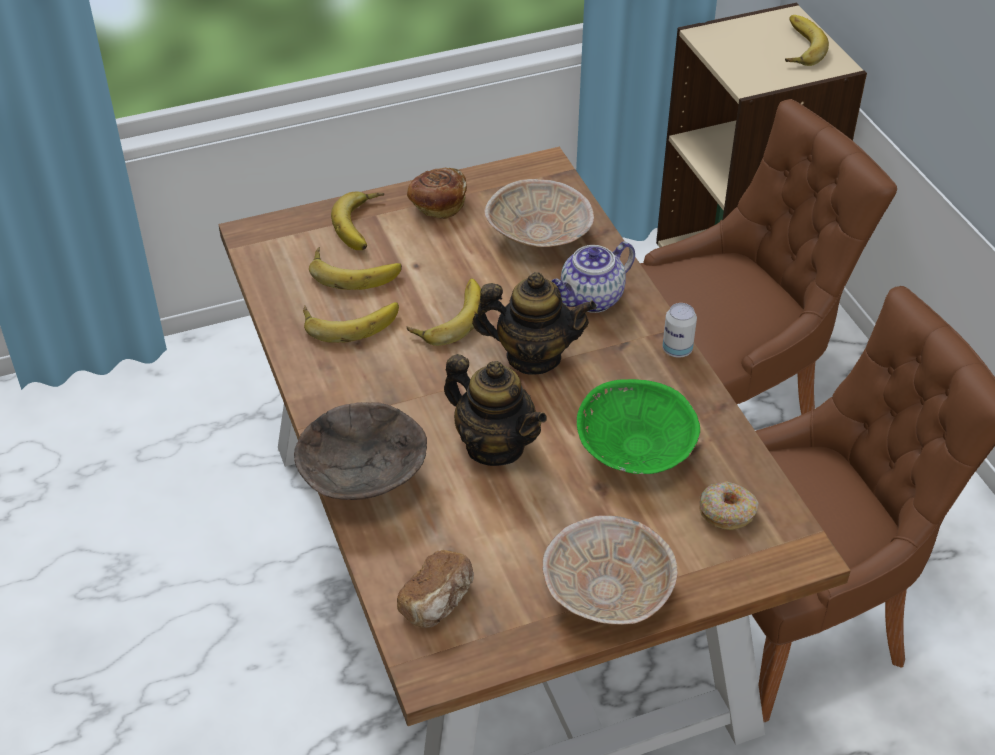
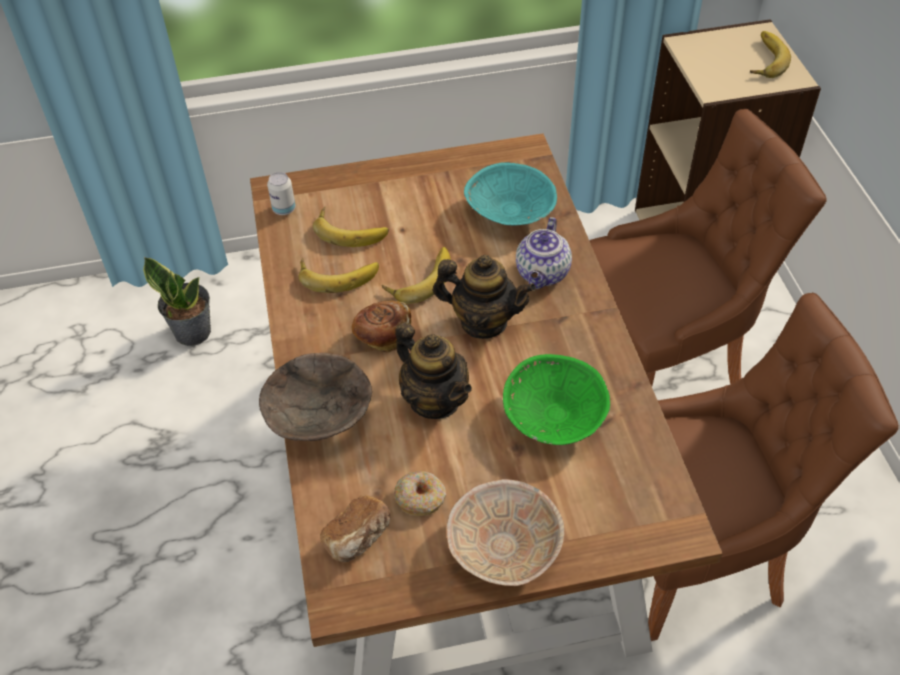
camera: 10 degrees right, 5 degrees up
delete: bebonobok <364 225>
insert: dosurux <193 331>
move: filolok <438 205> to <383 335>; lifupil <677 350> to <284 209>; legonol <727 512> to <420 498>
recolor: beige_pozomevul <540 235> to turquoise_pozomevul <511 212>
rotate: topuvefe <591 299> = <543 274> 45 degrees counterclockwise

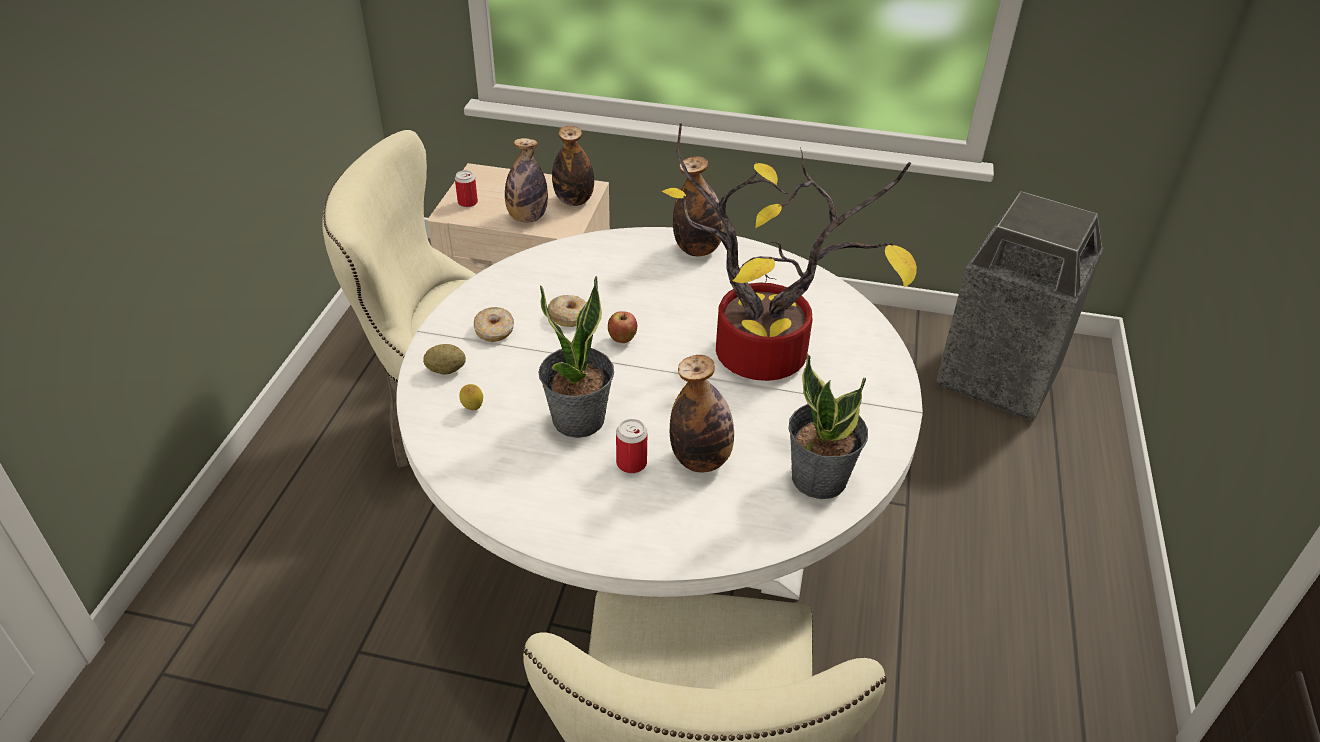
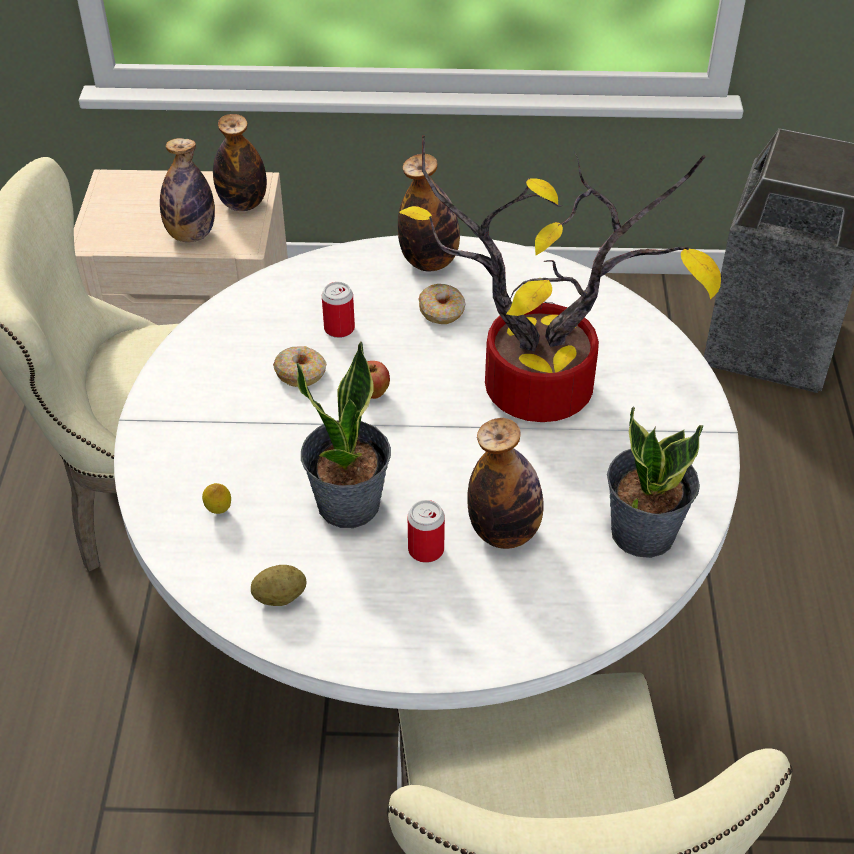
camera: 10 degrees left, 5 degrees up
move: lifupil <467 202> to <339 328>; legonol <494 331> to <442 311>; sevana <446 370> to <280 597>

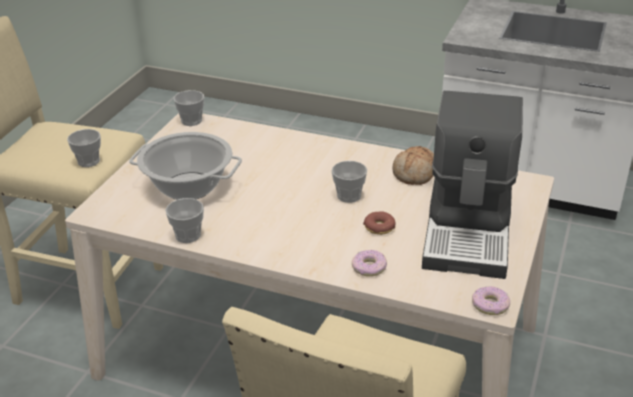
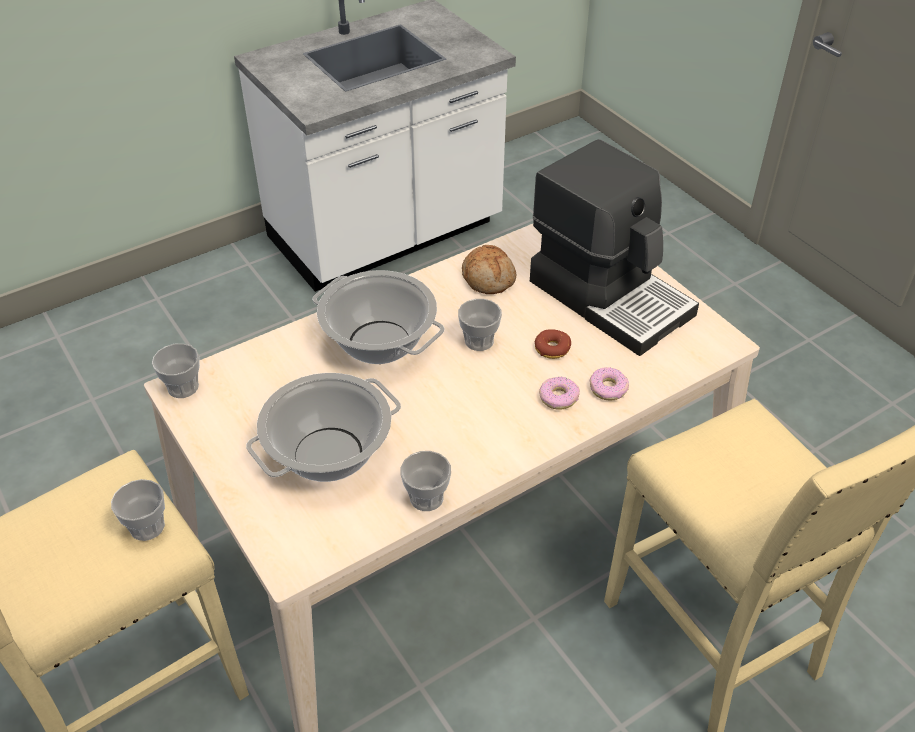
camera: 55 degrees left, 10 degrees up
insert: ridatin <378 343>
move: legonol <490 305> to <558 397>

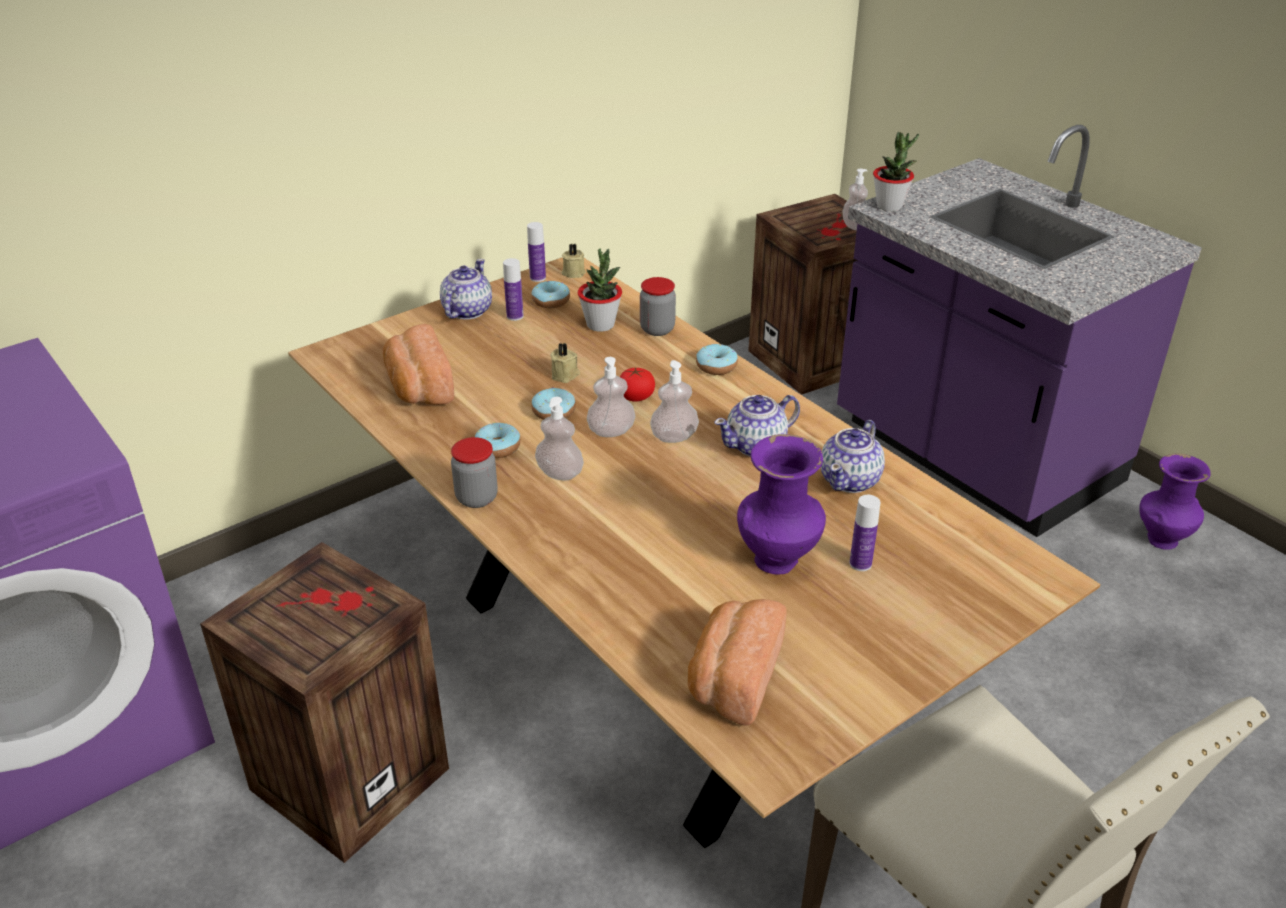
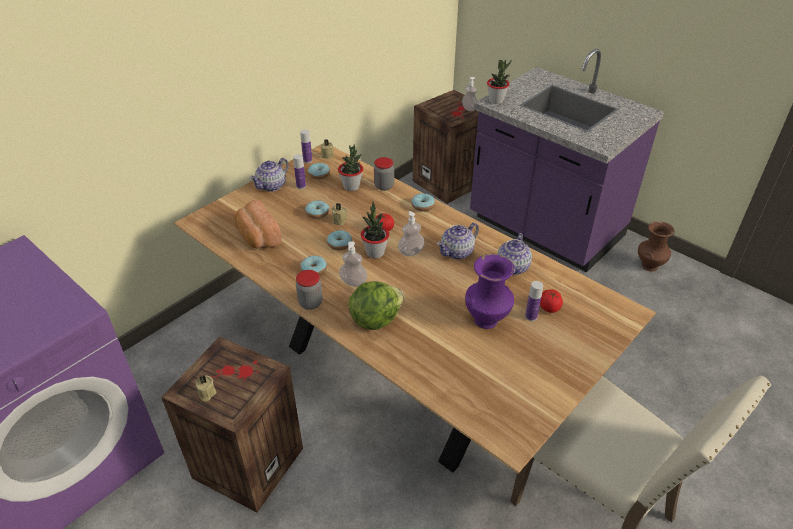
camera: 10 degrees left, 5 degrees up
delete: filolok <733 678>
insert: legonol <317 213>; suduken <375 319>; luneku <549 307>; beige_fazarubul <206 393>
replace: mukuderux <611 431> to dosurux <375 252>
recolor: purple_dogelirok <1161 541> to brown_dogelirok <649 266>
rotate: topuvefe <466 311> = <272 186> 150 degrees counterclockwise

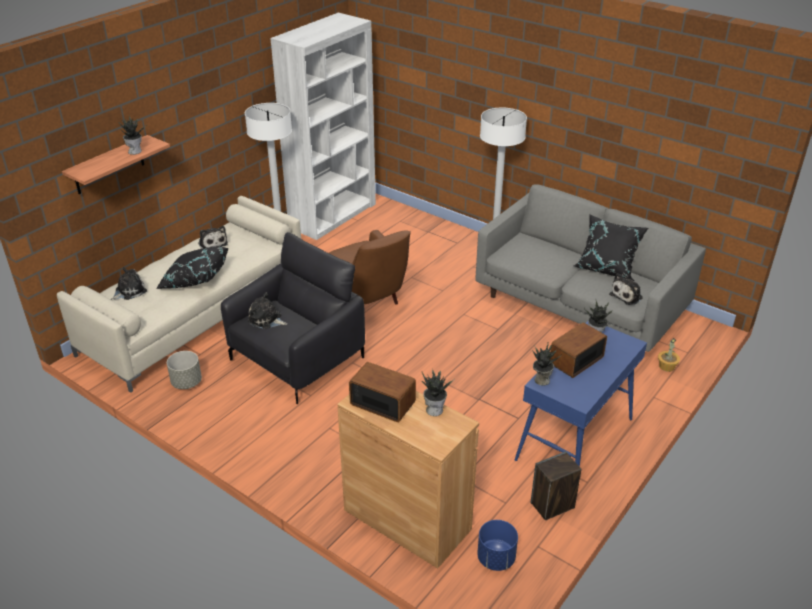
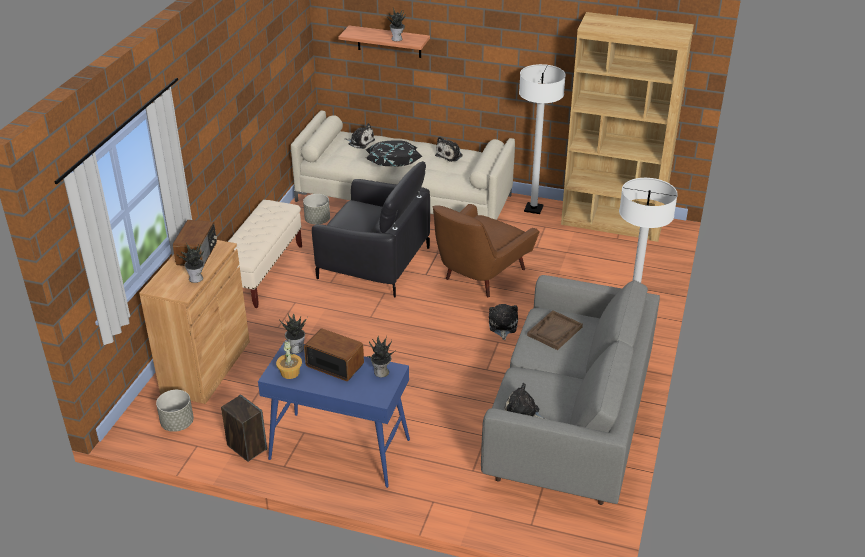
camera: 70 degrees right, 0 degrees up
delete: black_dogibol <607 268>
insert: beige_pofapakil <262 272>; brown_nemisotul <554 331>
move: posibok <266 320> to <502 326>; dosurux <667 366> to <290 373>
recolor: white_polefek <333 215> to brown_polefek <612 222>; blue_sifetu <495 558> to grey_sifetu <177 423>

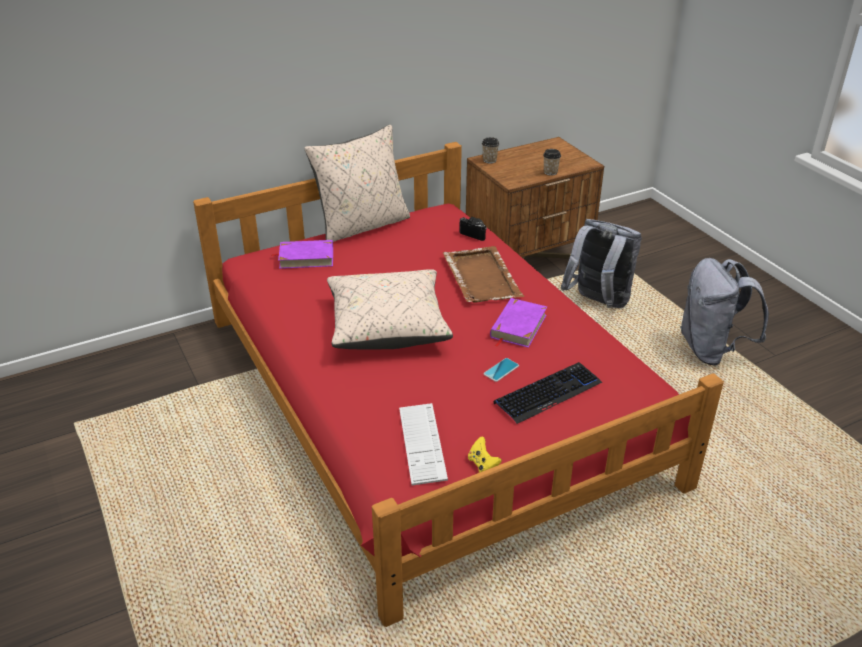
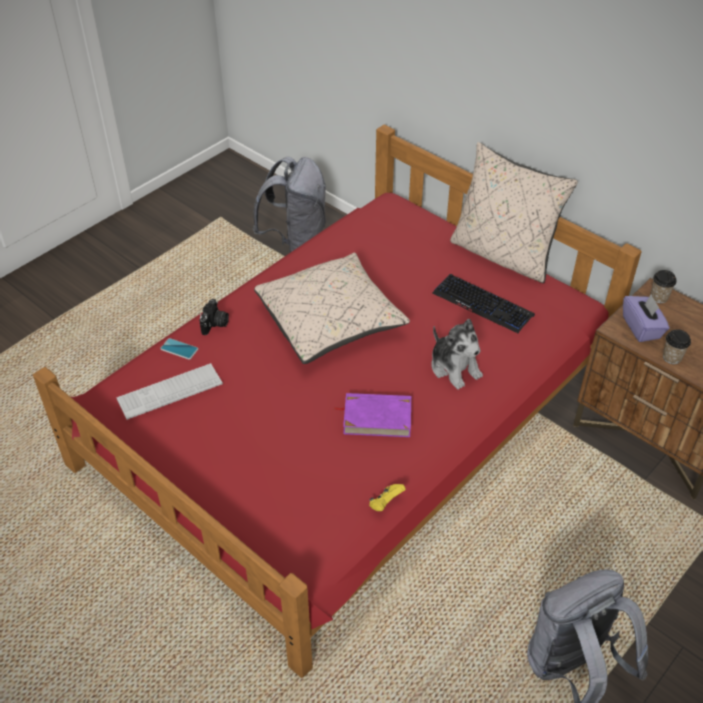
camera: 70 degrees right, 10 degrees up
delete: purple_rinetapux <306 257>
insert: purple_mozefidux <642 328>
move: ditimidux <474 234> to <215 324>; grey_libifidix <597 303> to <295 241>; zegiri <501 370> to <179 349>; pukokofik <548 393> to <483 304>; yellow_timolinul <483 465> to <385 503>
replace: brown_nemisotul <481 277> to posibok <454 368>

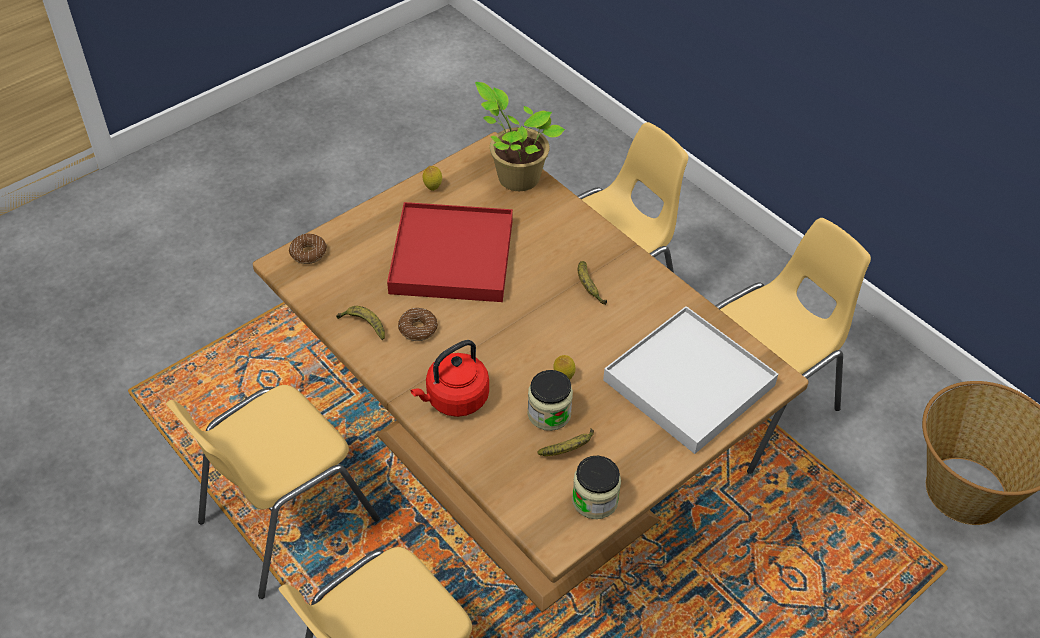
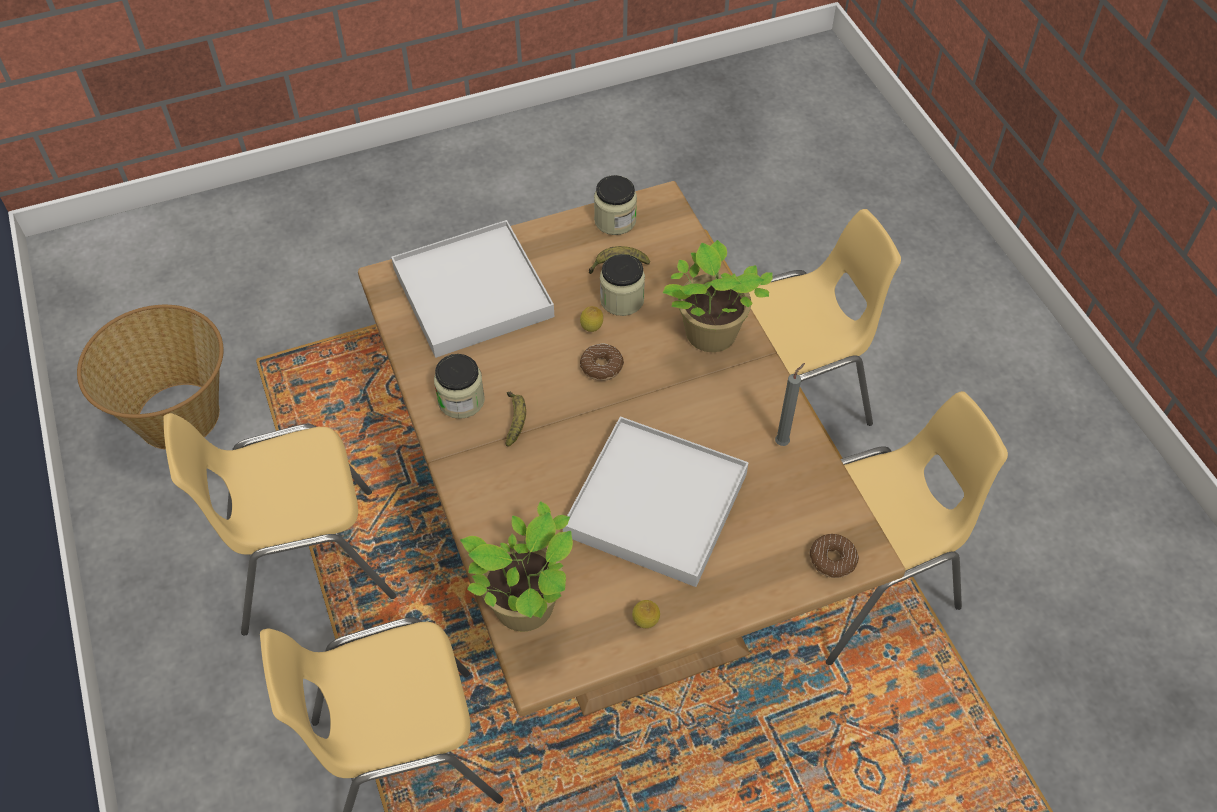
camera: 160 degrees left, 5 degrees up
insert: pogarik <461 400>
move: legonol <418 329> to <601 366>
replace: bebonobok <363 325> to grey_fazarubul <783 442>; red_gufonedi <454 399> to dosurux <709 336>
recolor: red_nemisotul <452 257> to white_nemisotul <656 504>

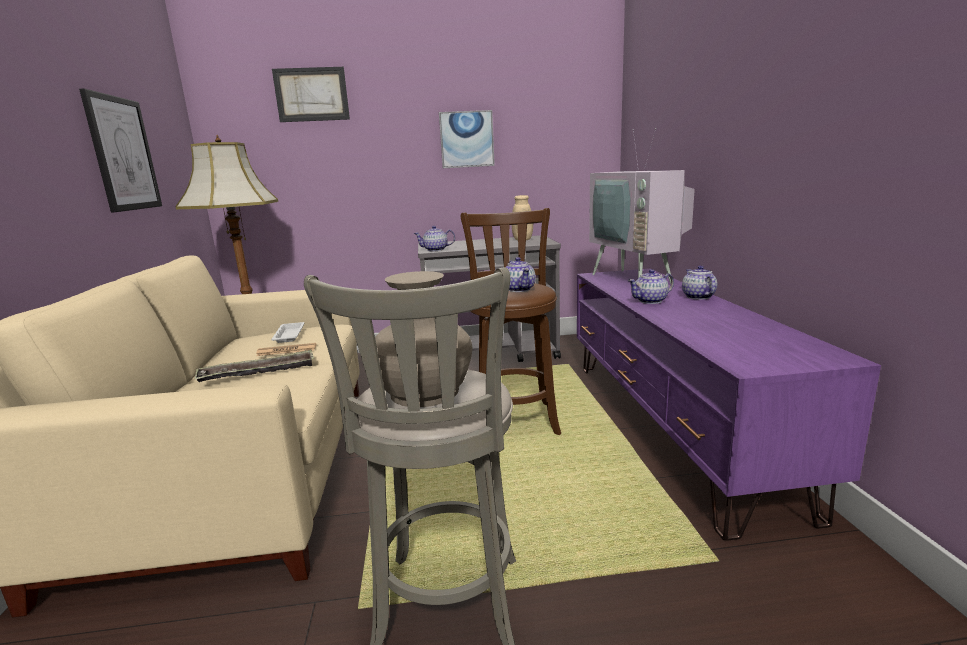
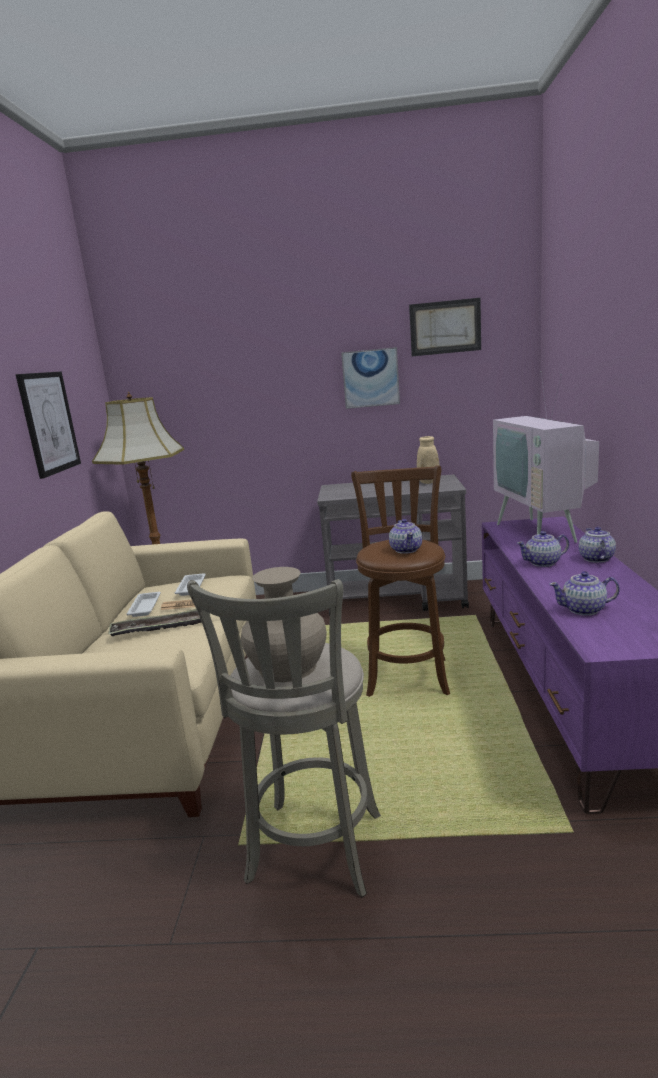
camera: 10 degrees right, 0 degrees up
insert: white_nemisotul <145 607>
move: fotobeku <311 94> to <445 327>; topuvefe <436 250> to <584 610>

